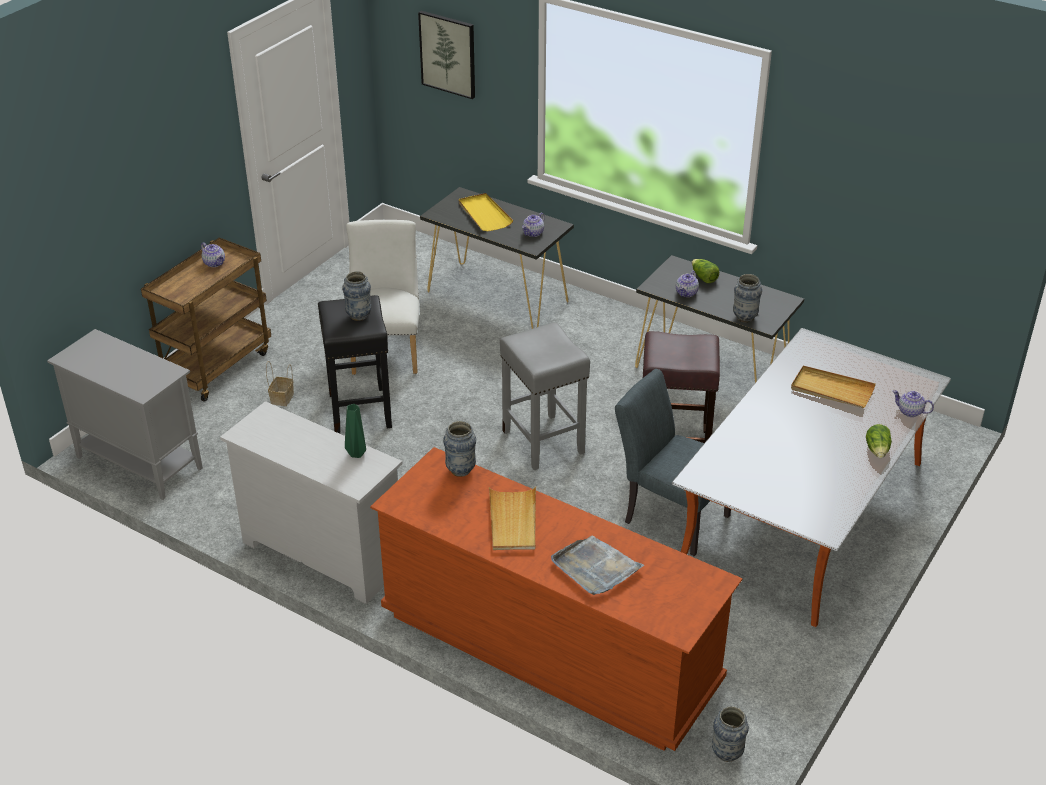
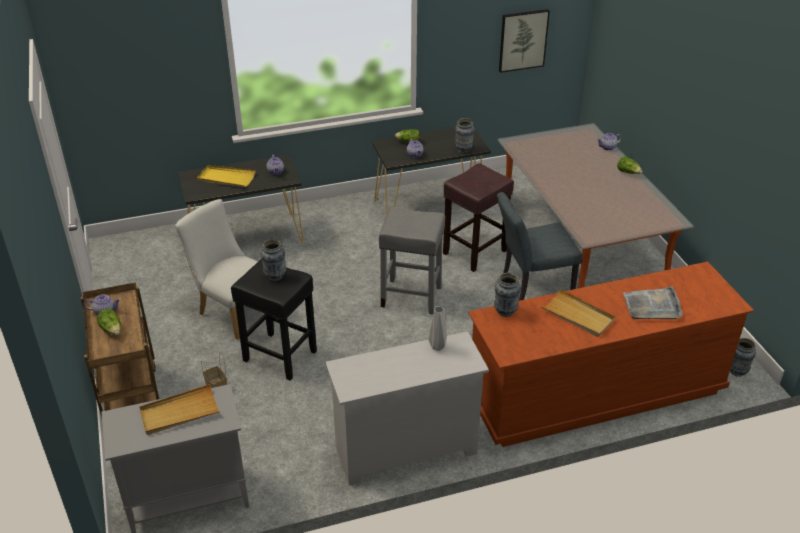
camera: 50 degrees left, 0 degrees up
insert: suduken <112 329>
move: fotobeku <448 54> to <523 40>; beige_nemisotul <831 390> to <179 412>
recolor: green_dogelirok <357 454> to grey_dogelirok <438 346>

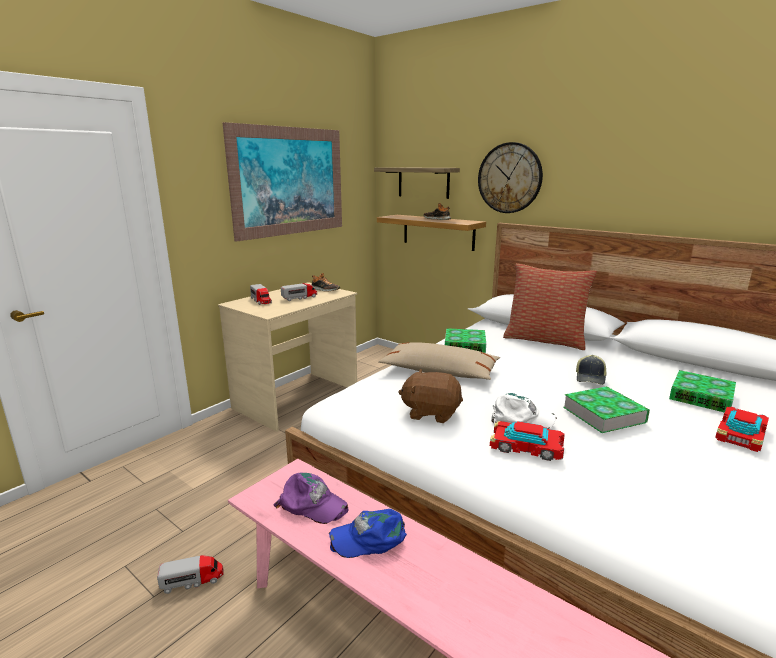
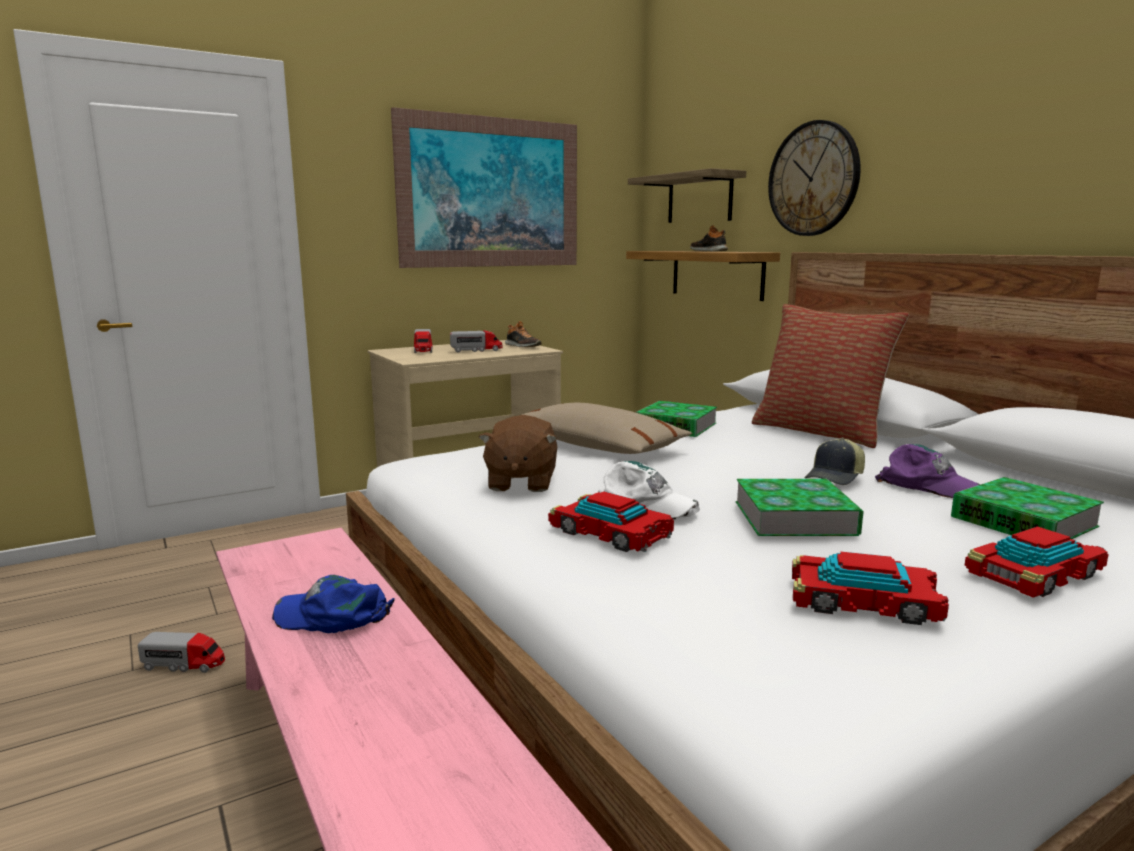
camera: 20 degrees right, 5 degrees down
insert: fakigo <863 602>
move: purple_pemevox <312 505> to <927 485>
rotate: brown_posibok <431 412> = <520 482> 120 degrees counterclockwise

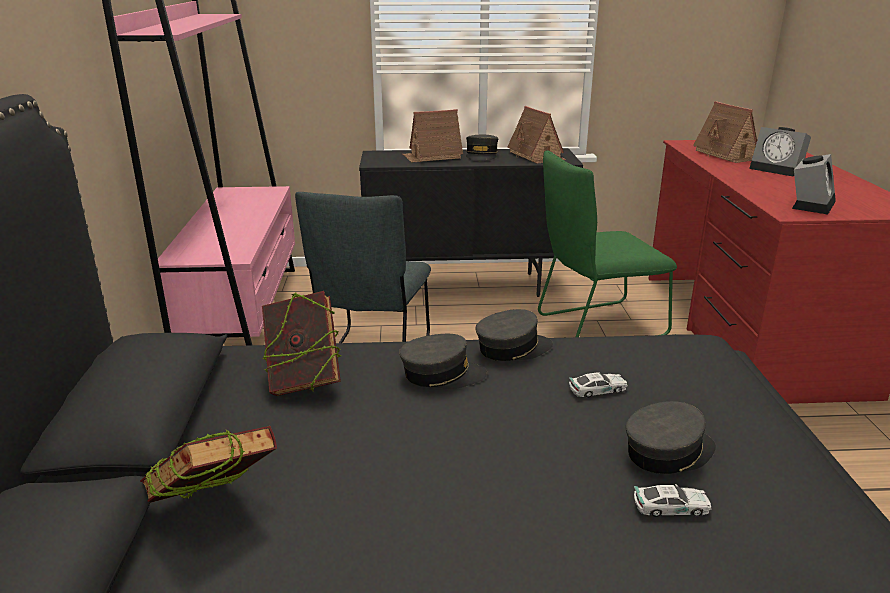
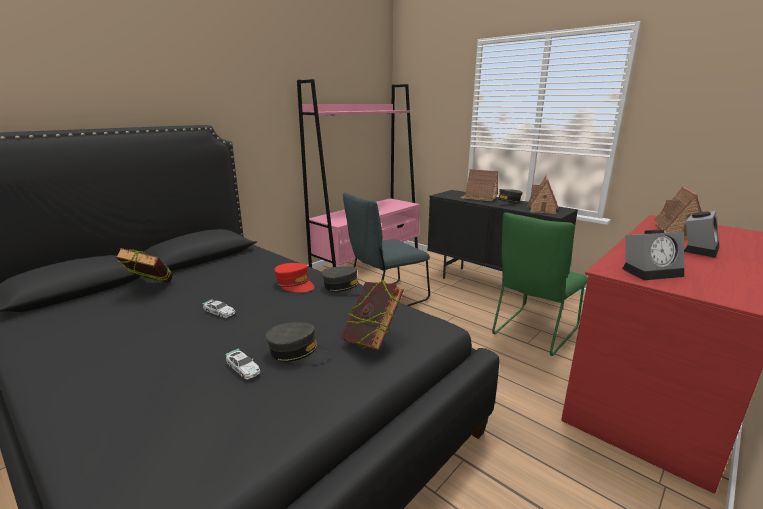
camera: 45 degrees right, 5 degrees down
move: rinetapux <304 382> to <372 341>; fakigo <597 389> to <219 312>
recolor: grey_pemevox <442 374> to red_pemevox <295 284>
rotate: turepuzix <778 169> = <698 248> 135 degrees counterclockwise; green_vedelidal <595 326> = <533 333> 75 degrees counterclockwise

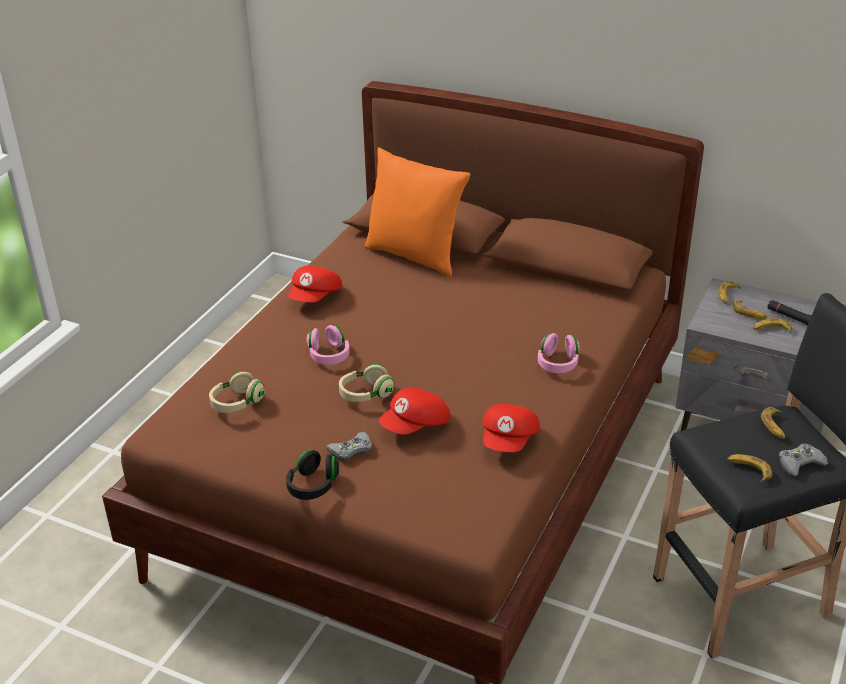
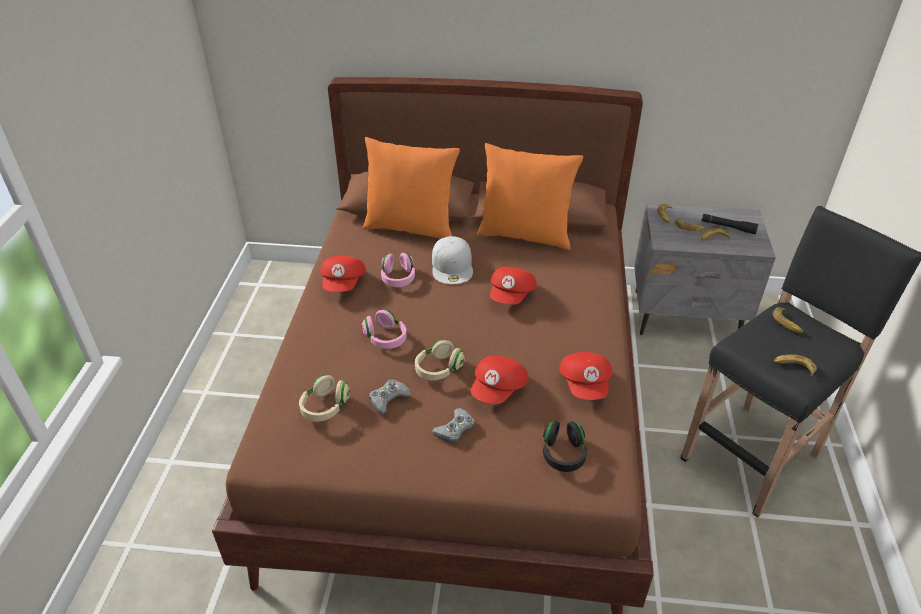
camera: 20 degrees left, 5 degrees up
insert: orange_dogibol <525 235>; white_pemevox <452 266>; red_pemevox <512 295>
move: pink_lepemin <558 363> to <398 278>; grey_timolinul <800 463> to <388 398>; black_lepemin <313 485> to <563 454>

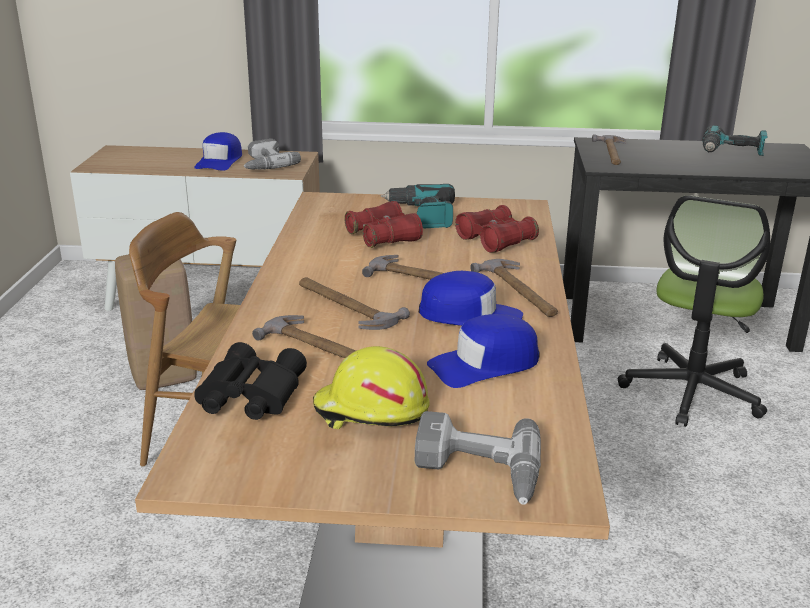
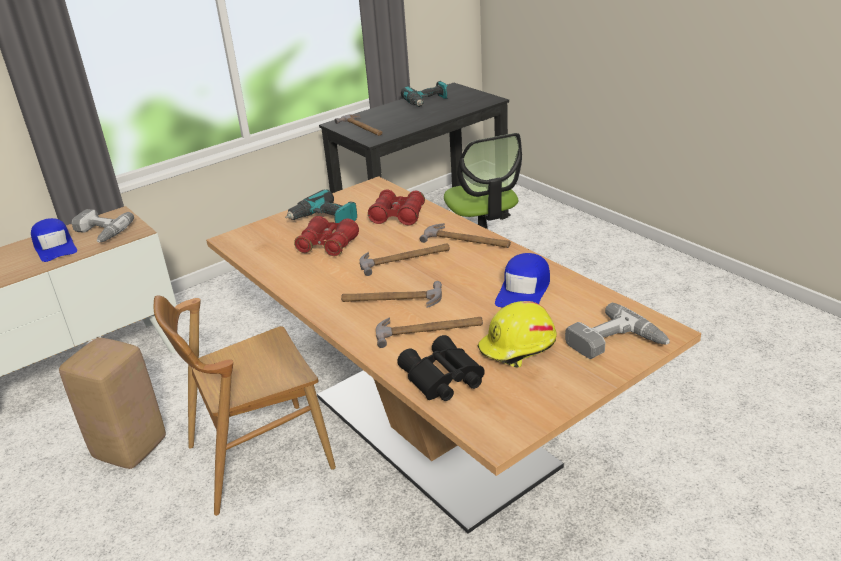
camera: 40 degrees left, 5 degrees up
delete: blue_pemevox <470 316>

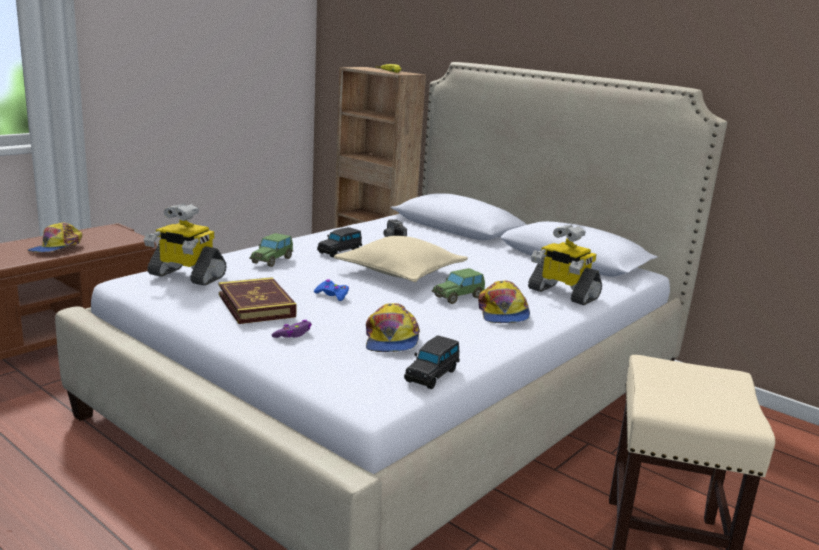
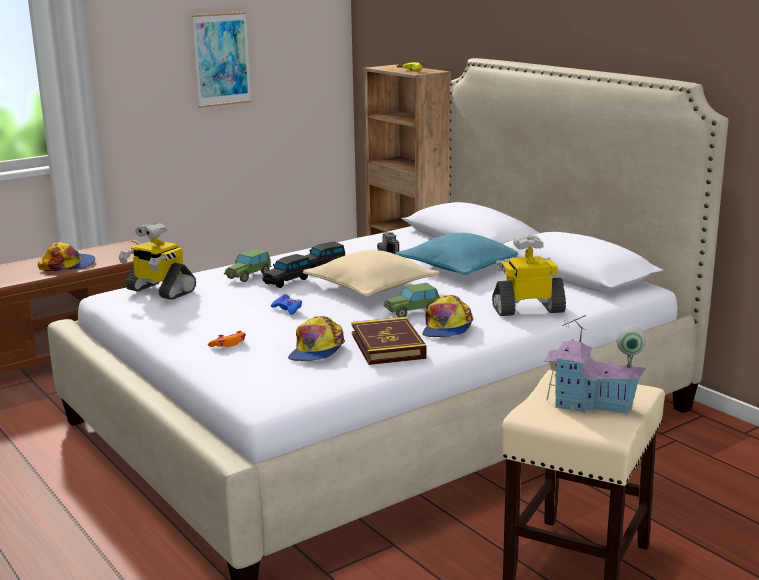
camera: 15 degrees right, 0 degrees up
insert: fotobeku <222 59>; turquoise_dogibol <460 267>; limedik <591 405>
move: rinetapux <256 305> to <387 346>; black_fakigo <432 375> to <288 281>
recolor: purple_timolinul <293 334> to orange_timolinul <228 344>
rotate: pemevox <56 248> = <68 265> 135 degrees counterclockwise; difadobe <562 293> = <528 309> 120 degrees clockwise

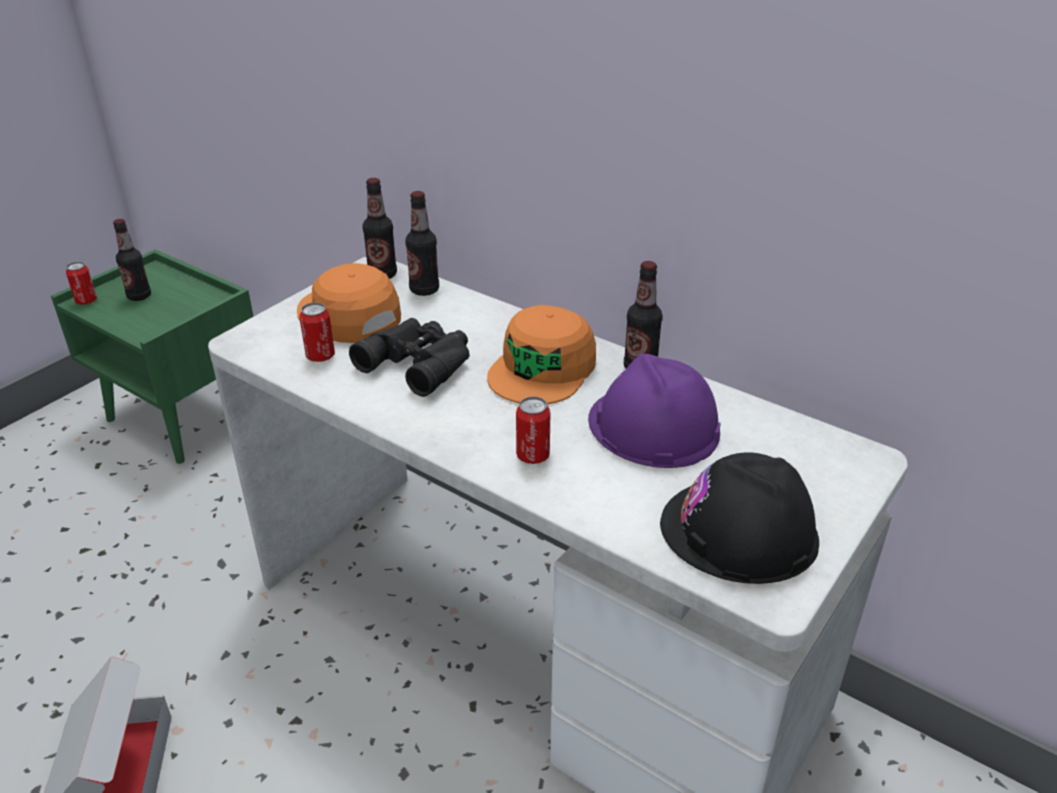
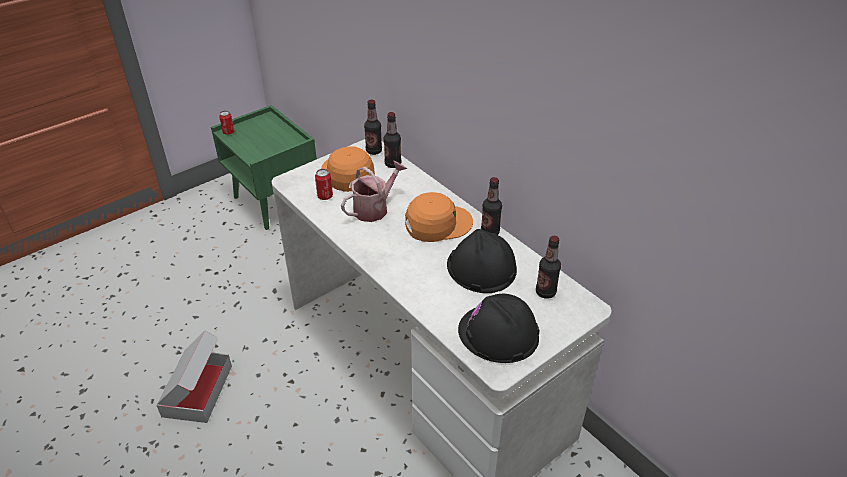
camera: 15 degrees right, 5 degrees up
delete: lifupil <533 456>
move: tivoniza <139 296> to <545 292>
replace: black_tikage <420 361> to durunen <374 208>
recolor: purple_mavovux <653 426> to black_mavovux <481 267>
rotate: orange_pemevox <543 369> = <437 223> 150 degrees counterclockwise

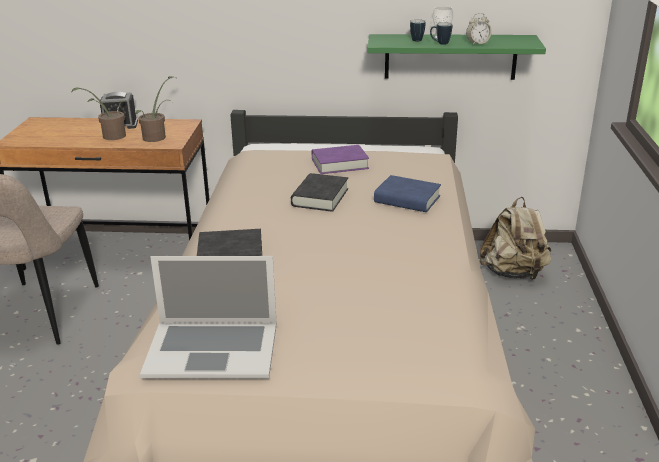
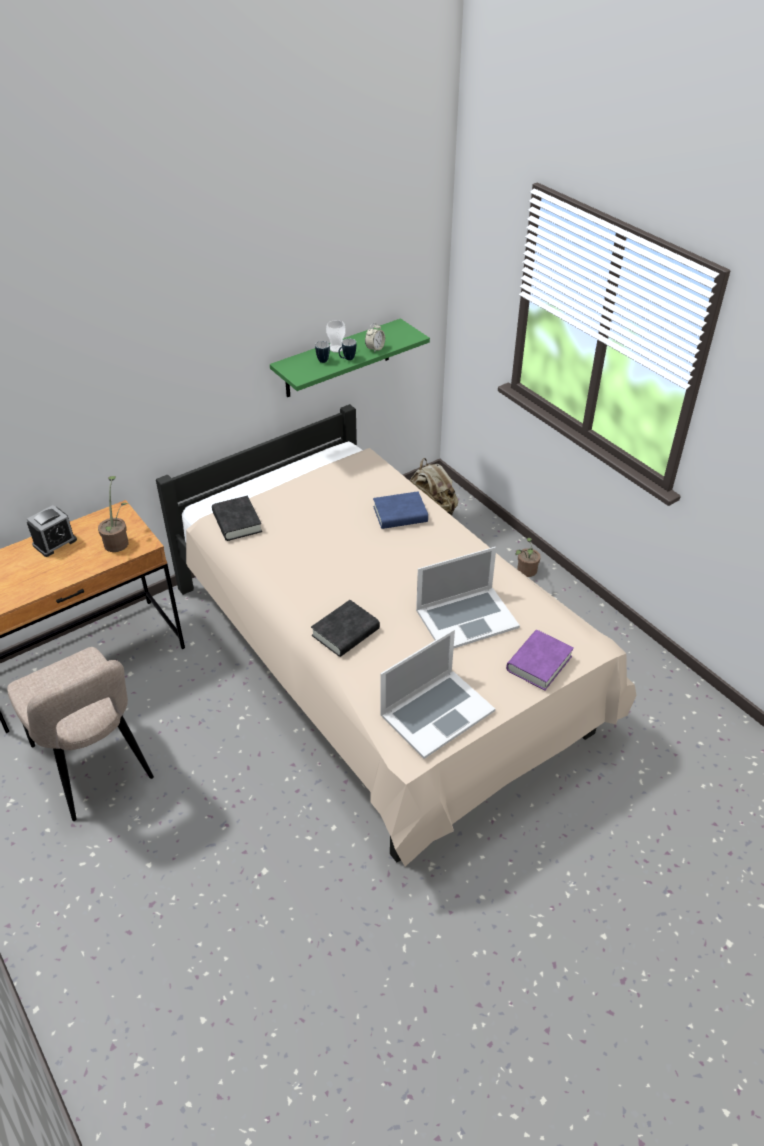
camera: 40 degrees left, 15 degrees up
insert: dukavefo <466 618>
move: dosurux <110 136> to <526 572>; purple_rinetapux <339 164> to <539 663>; black_rinetapux <320 197> to <237 522>

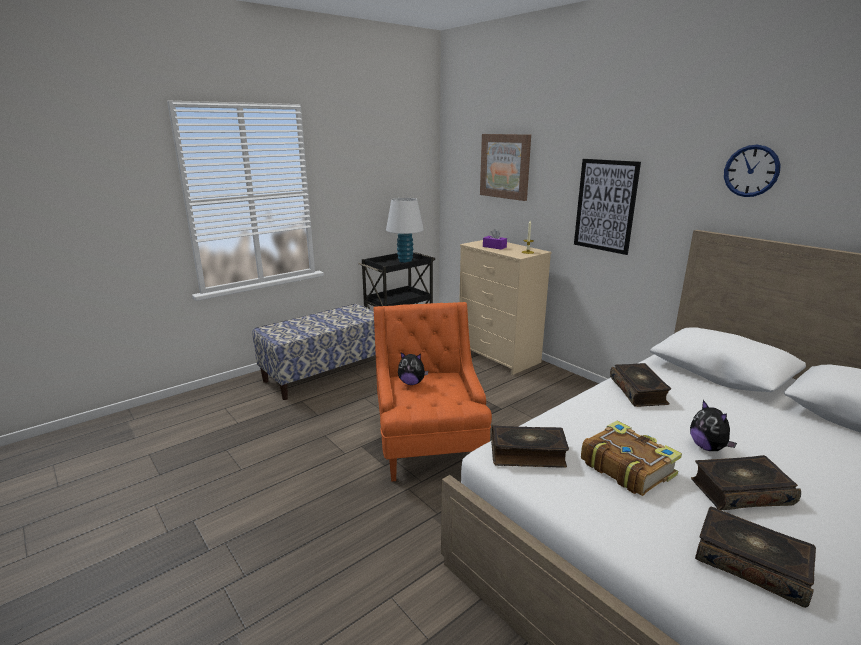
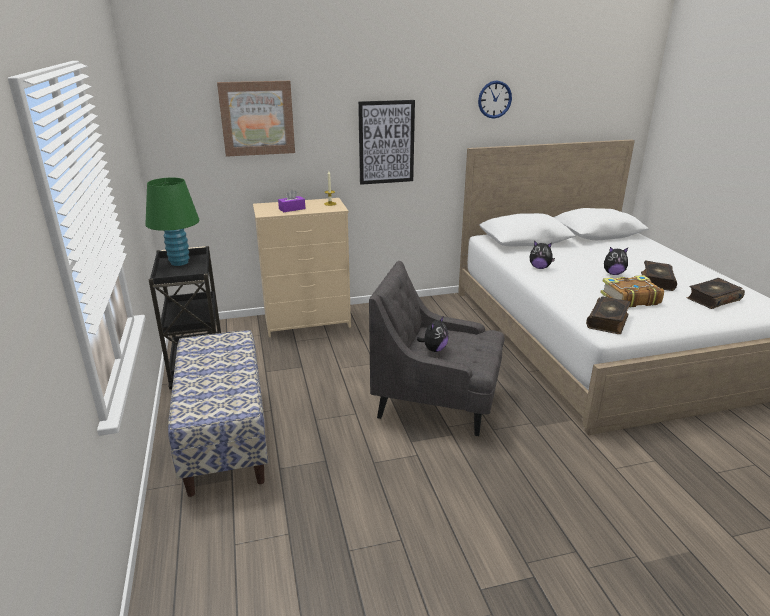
camera: 65 degrees left, 5 degrees up
replace: rinetapux <639 391> to posibok <539 267>
recolor: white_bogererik <405 261> to green_bogererik <179 262>; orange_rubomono <429 446> to grey_rubomono <437 403>

